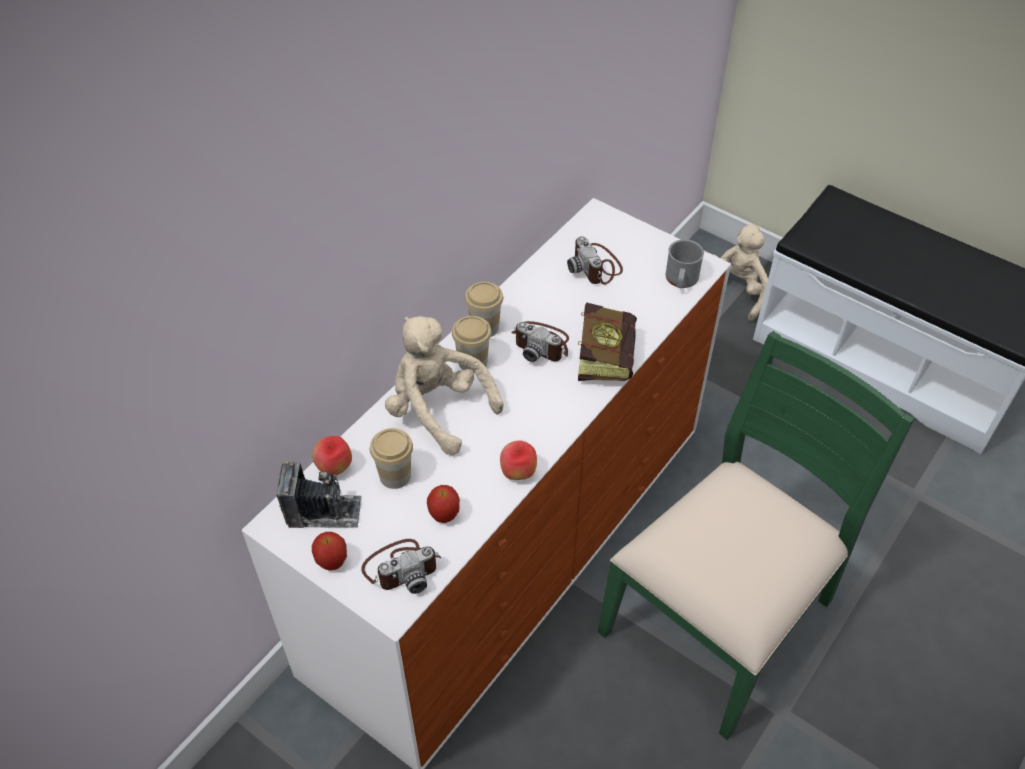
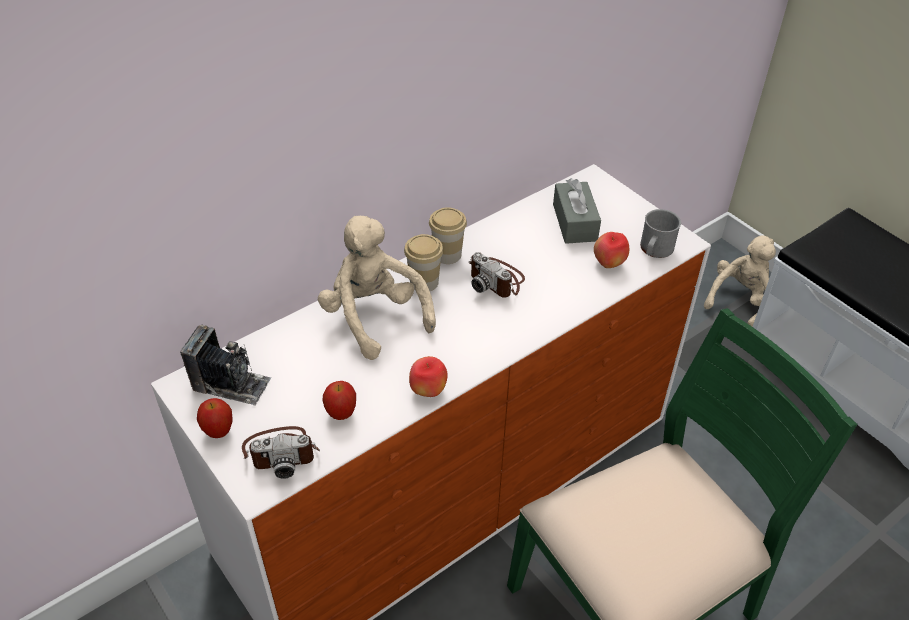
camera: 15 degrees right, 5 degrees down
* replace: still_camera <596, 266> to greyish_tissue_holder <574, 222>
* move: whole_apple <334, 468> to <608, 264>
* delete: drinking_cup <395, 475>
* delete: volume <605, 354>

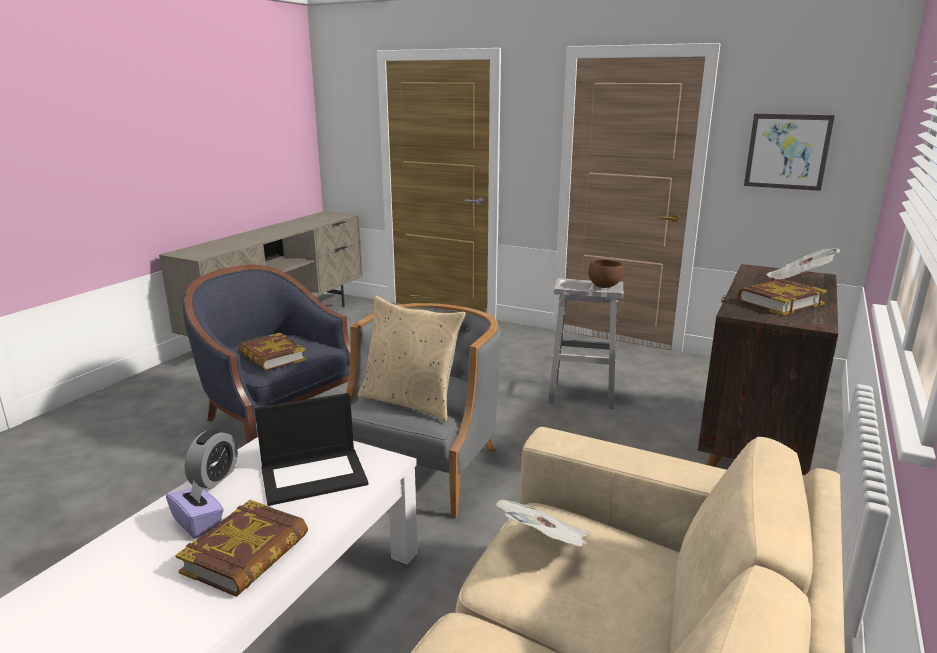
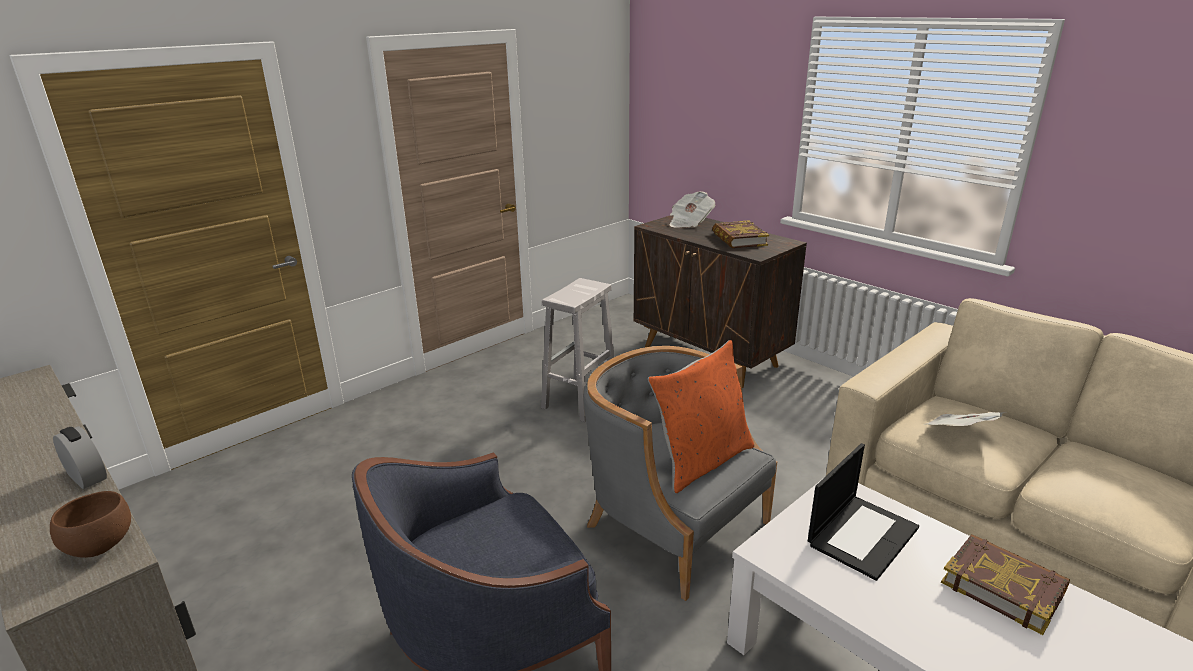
camera: 70 degrees left, 5 degrees up
* move: brown_deep_dish <604, 286> to <100, 546>
* move: alarm_clock <214, 478> to <87, 477>
* recolor: beige-coloured_cushion <410, 402> to orangey_cushion <701, 460>
* rotate: laptop <314, 475> = <862, 535> 45 degrees clockwise
* delete: purple_tissue_holder <198, 523>
* delete: volume <272, 357>
* delete: wall_picture <787, 151>

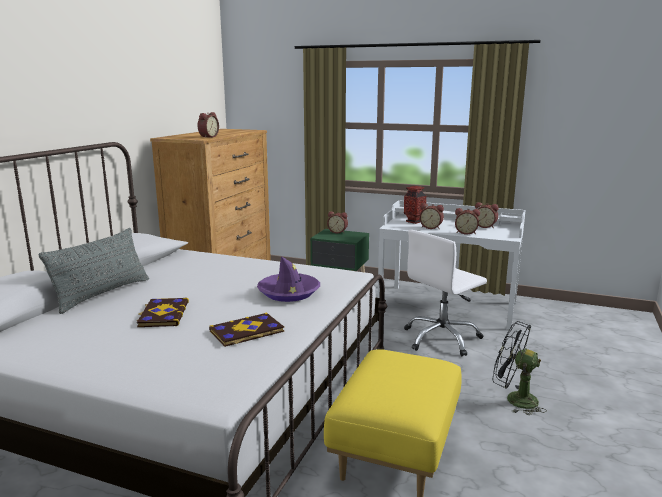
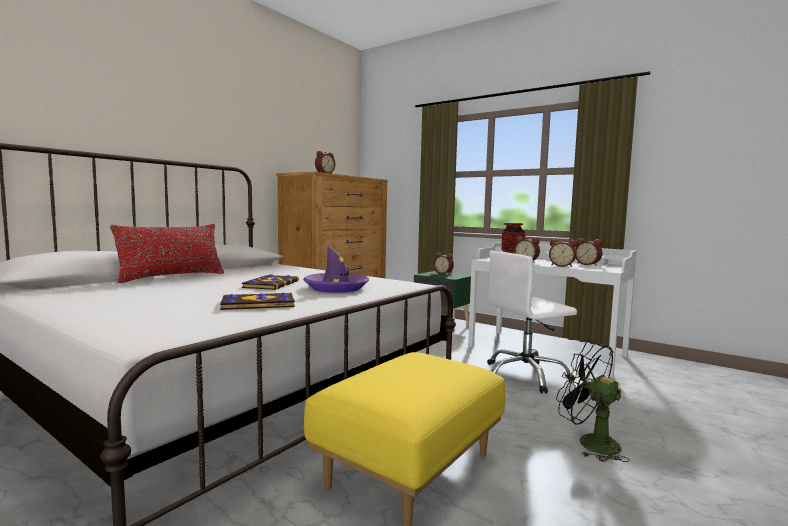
camera: 15 degrees right, 10 degrees down
* recolor: greyish_cushion <102, 294> to reddish_cushion <172, 277>
* move: volume <163, 314> to <270, 284>

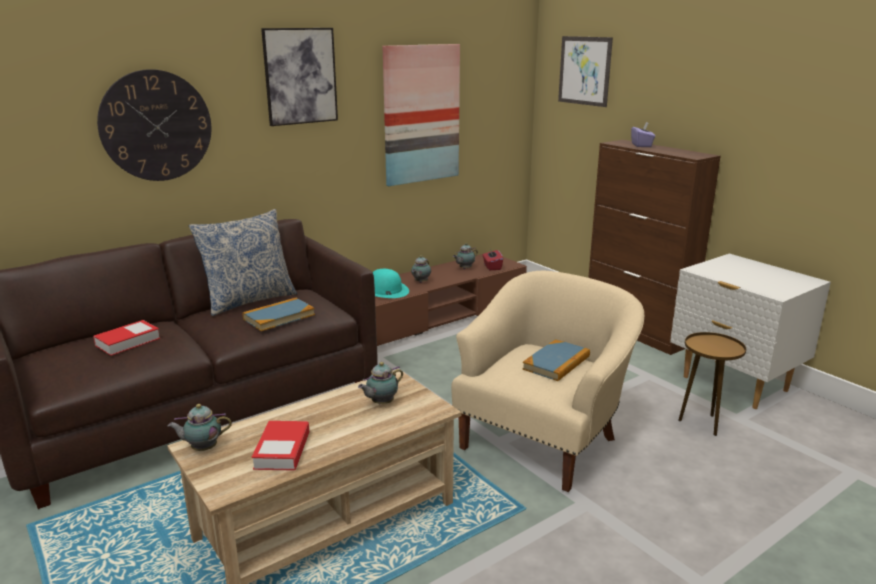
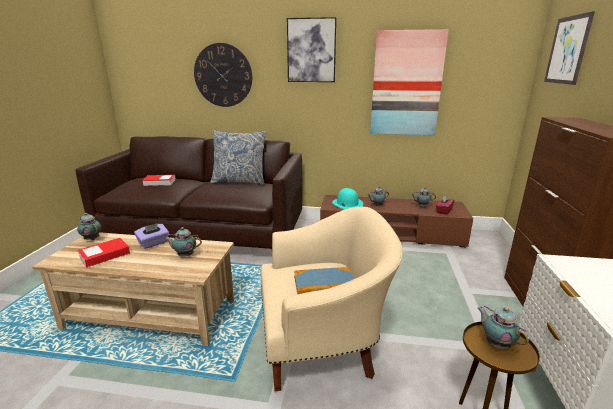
camera: 45 degrees right, 0 degrees up
* move: purple_tissue_holder <641, 145> to <153, 243>
* insert: teapot <496, 343>
* delete: volume <279, 317>

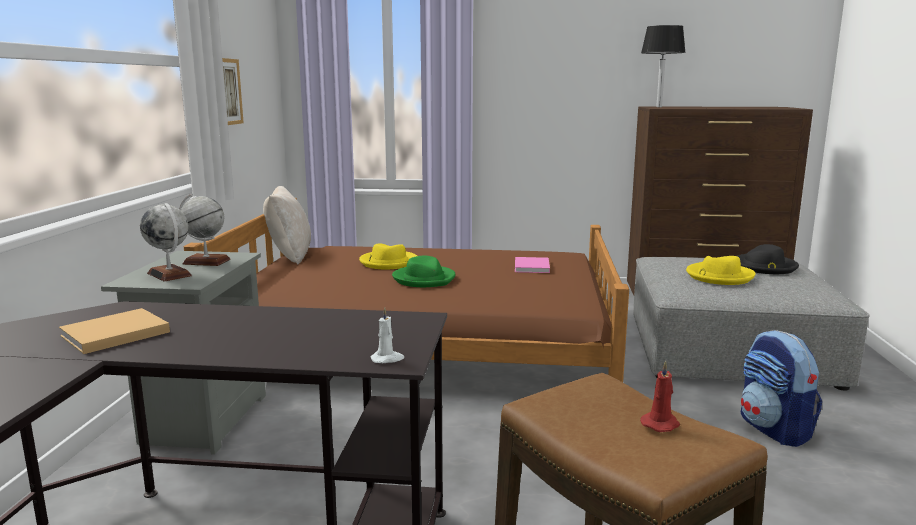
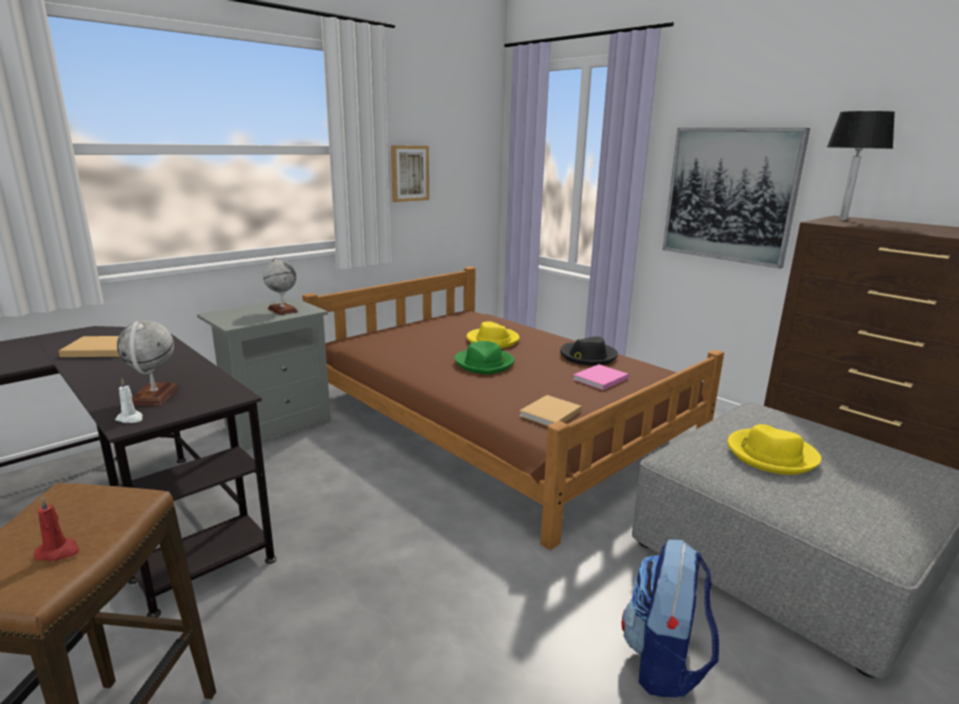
camera: 40 degrees right, 5 degrees up
* move: desk_globe <170, 274> to <154, 396>
* insert: beige-coloured_volume <549, 414>
* move: black-coloured_hat <764, 267> to <587, 356>
* insert: wall_picture <730, 195>
* delete: beige-coloured_cushion <290, 256>

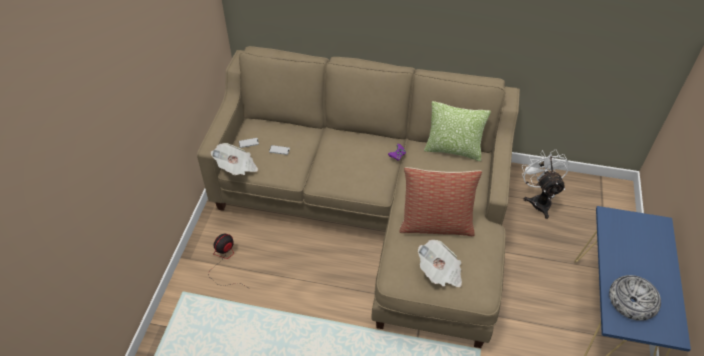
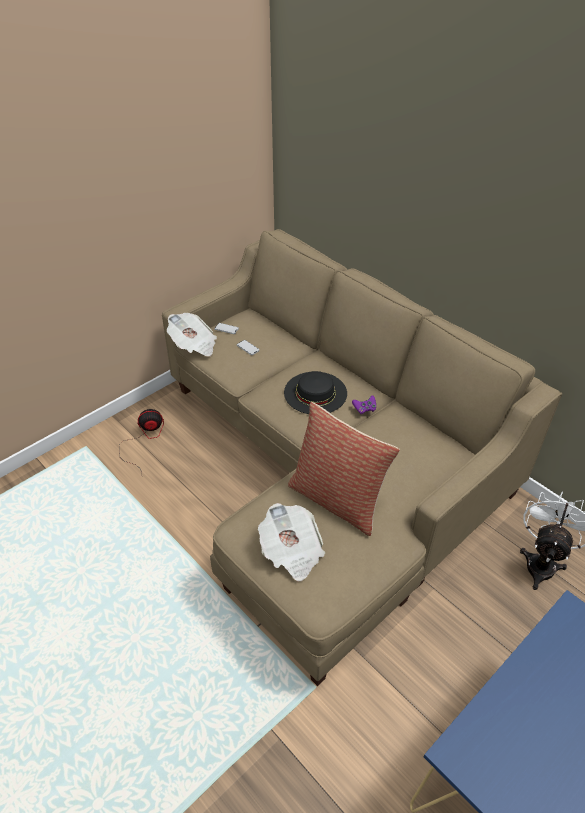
camera: 35 degrees right, 5 degrees down
* insert: black-coloured_hat <315, 392>
* delete: cushion <453, 150>
* delete: deep_dish <632, 301>

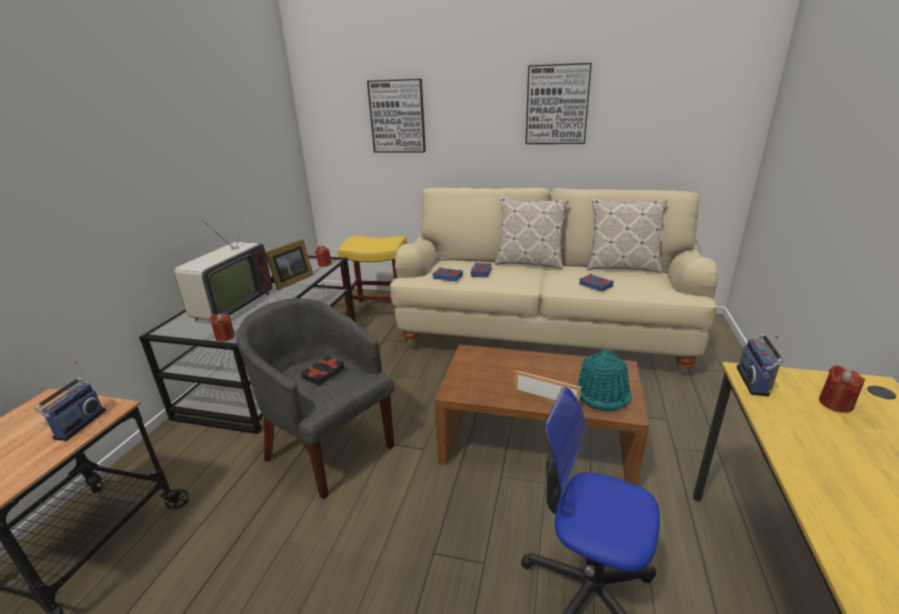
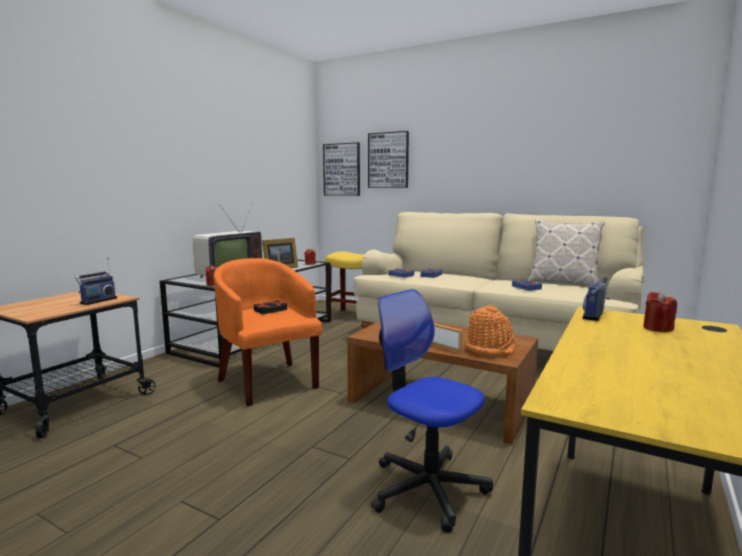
camera: 15 degrees right, 15 degrees down
* recolor: greyish_lounge_chair <328, 448> to orangey_lounge_chair <267, 382>
* move: wall_picture <557, 105> to <342, 169>
* recolor: blue-green_hat <602, 393> to orangey_hat <490, 348>
* delete: cushion <529, 263>

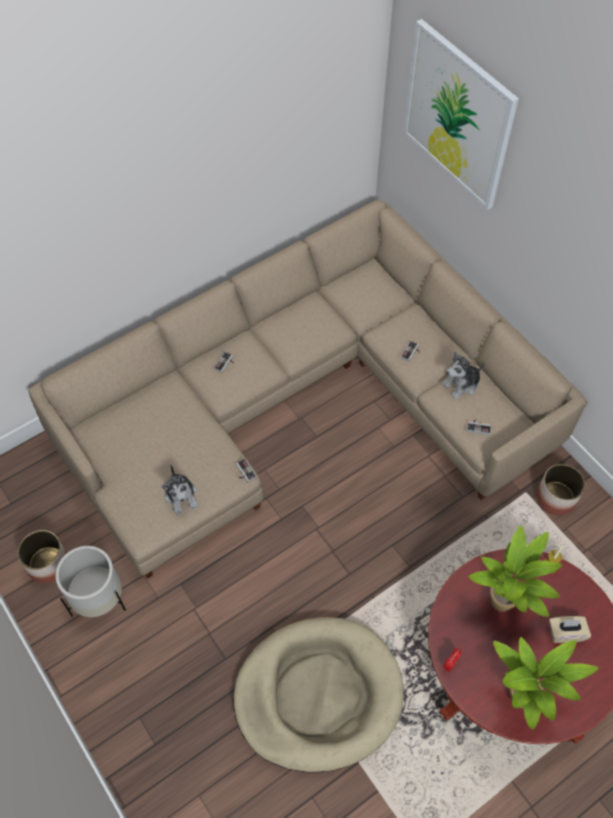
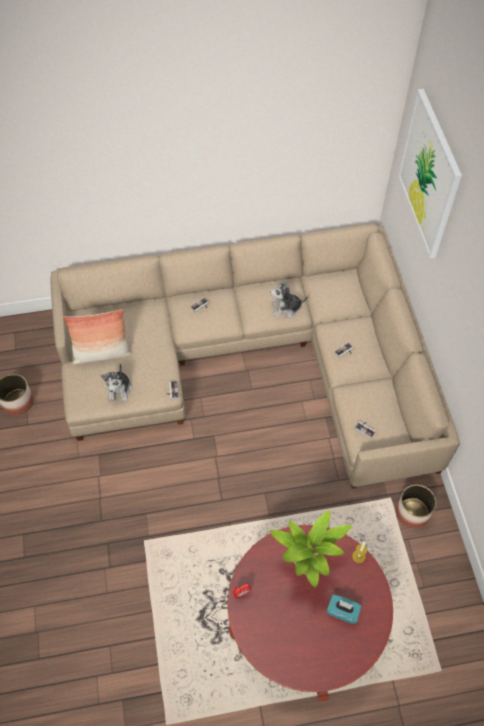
camera: 25 degrees right, 0 degrees up
* insert: cushion <102, 354>
* move: plush_toy <461, 384> to <286, 308>
* recolor: beige-coloured_tissue_holder <565, 633> to blue-green_tissue_holder <342, 611>
* delete: white-coloured_planter <98, 598>
* delete: beige-coloured_pet_bed <318, 695>
* delete: plant_in_a_pot <521, 702>

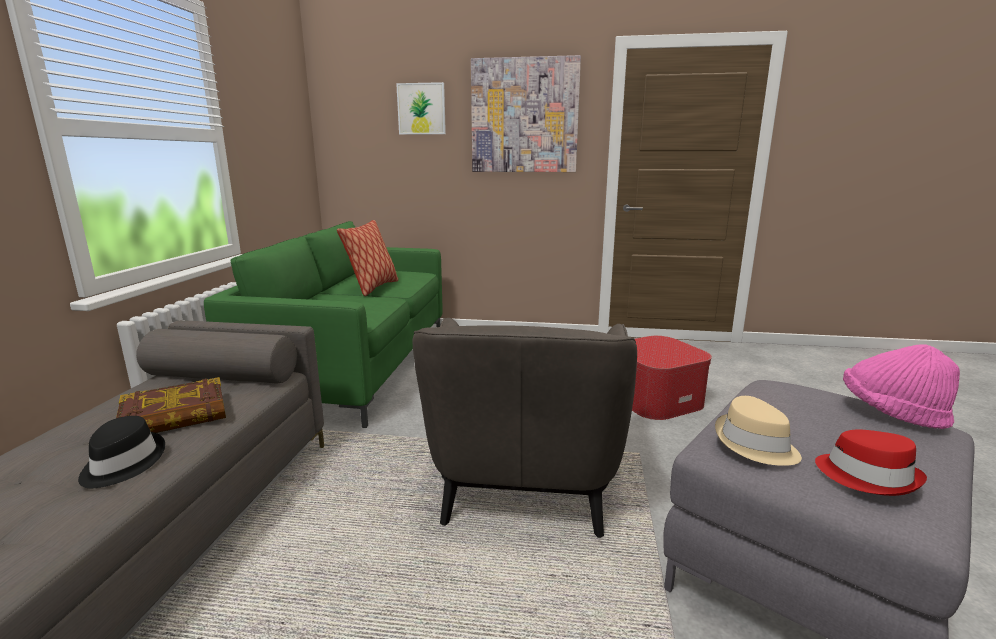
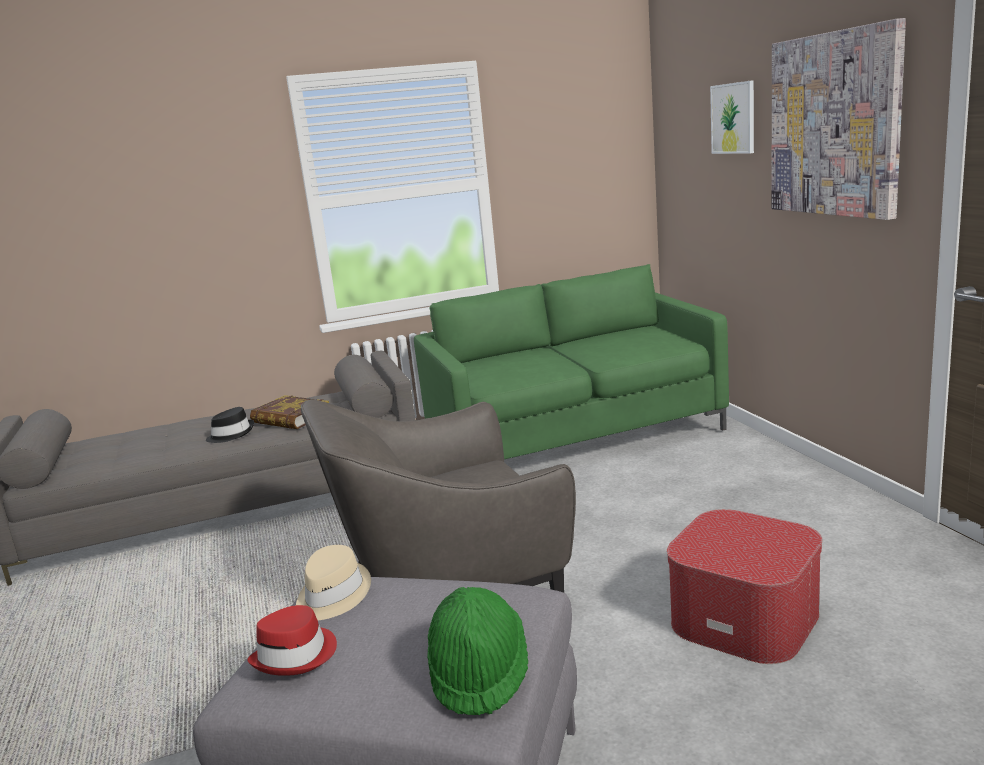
camera: 65 degrees right, 0 degrees up
* recolor: pink_hat <891, 413> to green_hat <478, 673>
* delete: cushion <373, 288>

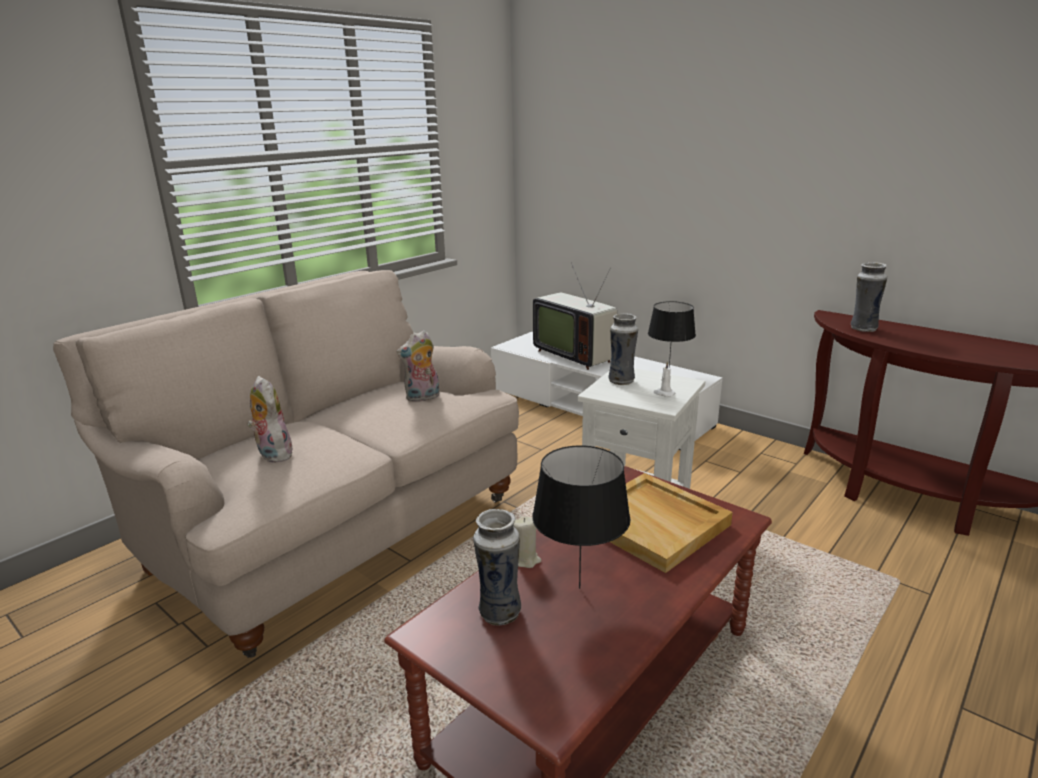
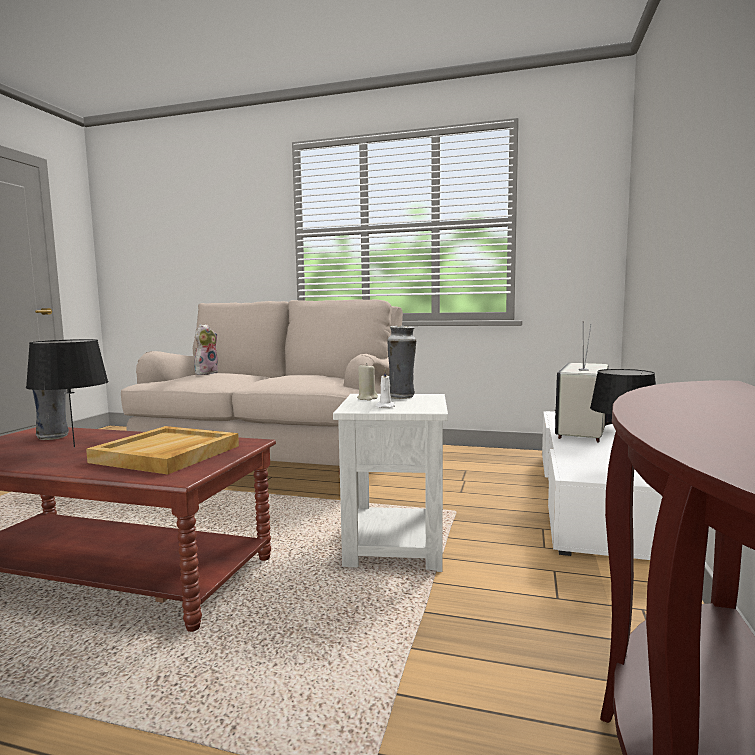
camera: 65 degrees right, 15 degrees down
* move: beige-coloured_candle <525, 559> to <367, 398>
* delete: plush_toy <422, 398>
* delete: decorative_vase <862, 329>

